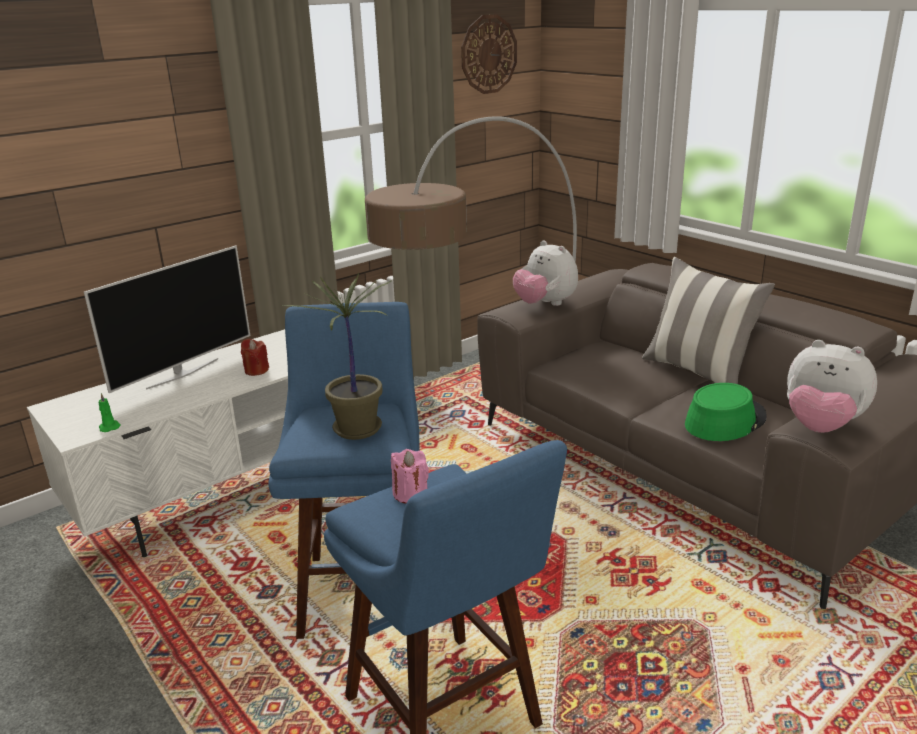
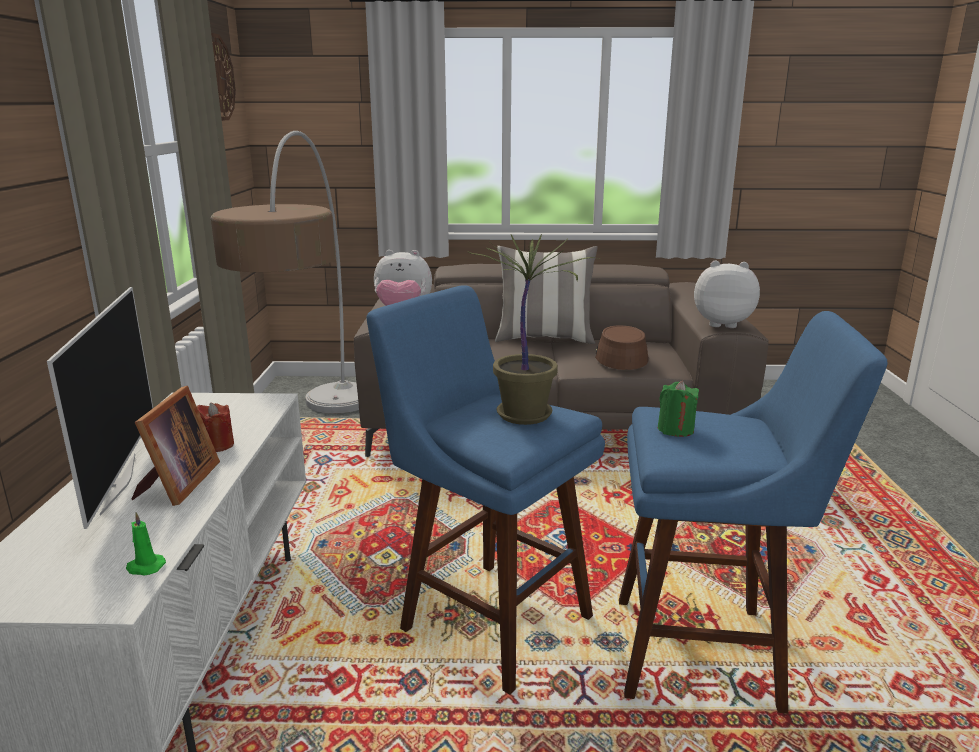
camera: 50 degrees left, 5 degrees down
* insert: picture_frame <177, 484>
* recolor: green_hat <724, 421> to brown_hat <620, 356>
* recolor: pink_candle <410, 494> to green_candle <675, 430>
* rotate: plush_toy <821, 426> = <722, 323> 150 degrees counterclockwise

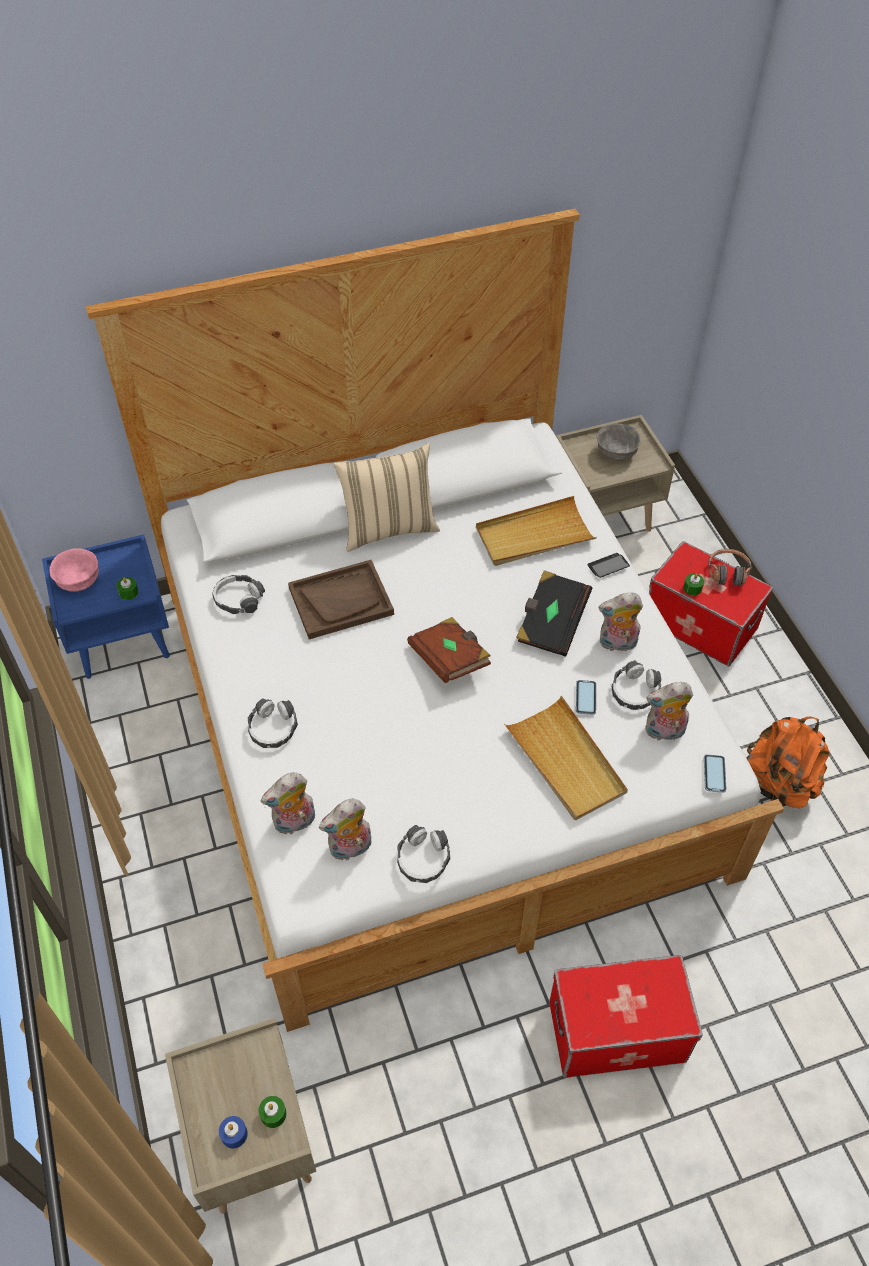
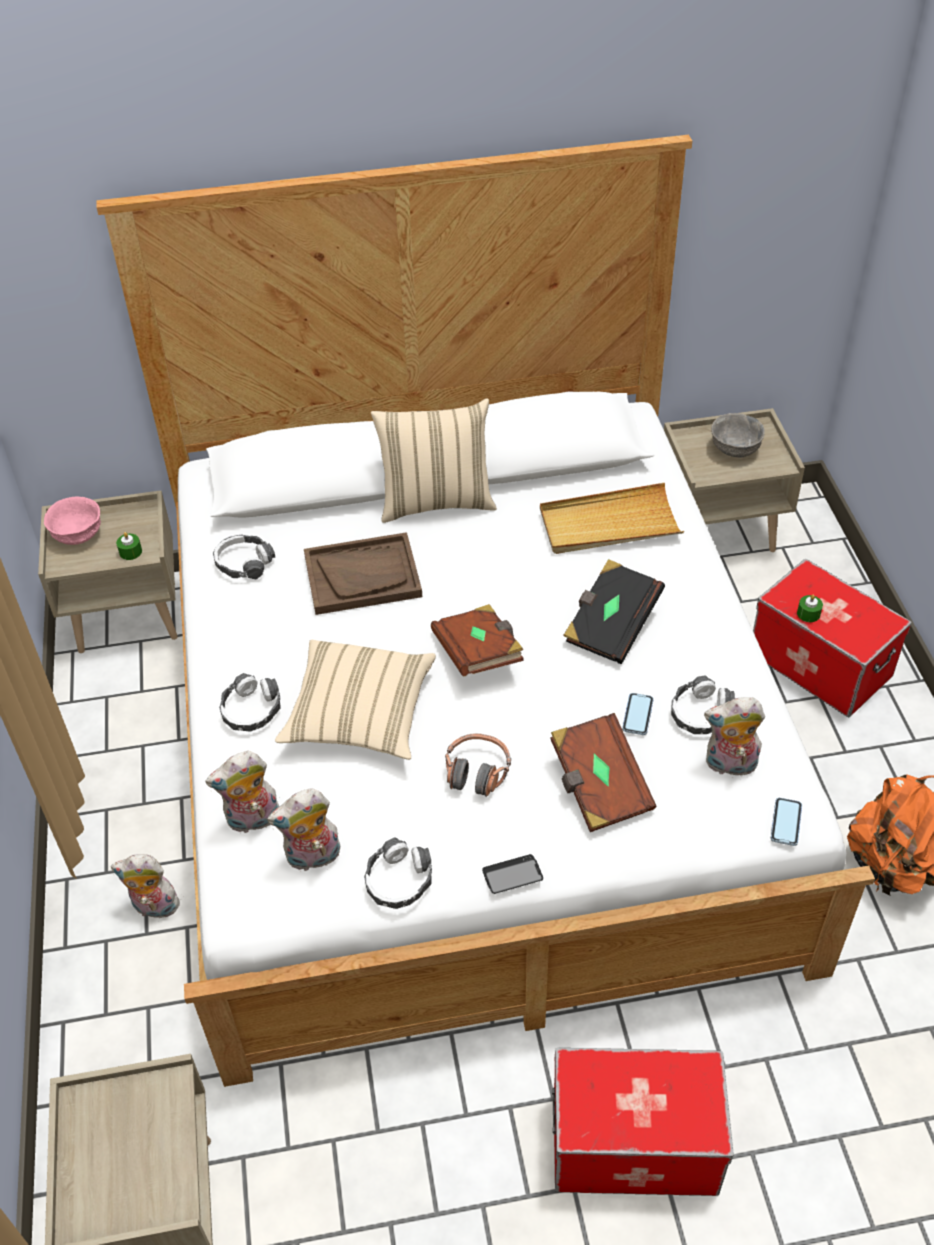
camera: 10 degrees right, 5 degrees down
* recolor: blue-coloured_bedside_table <123, 641> to beige-coloured_bedside_table <129, 616>
* move: plush_toy <617, 644> to <154, 908>
* insert: beige-coloured_cushion <360, 715>
* move: pair_of_headphones <727, 573> to <477, 772>
* move: telephone <608, 566> to <512, 875>
* replace: beige-coloured_tray <566, 761> to brown_volume <599, 786>
* delete: blue-coloured_candle <234, 1134>
* delete: green_candle <273, 1114>

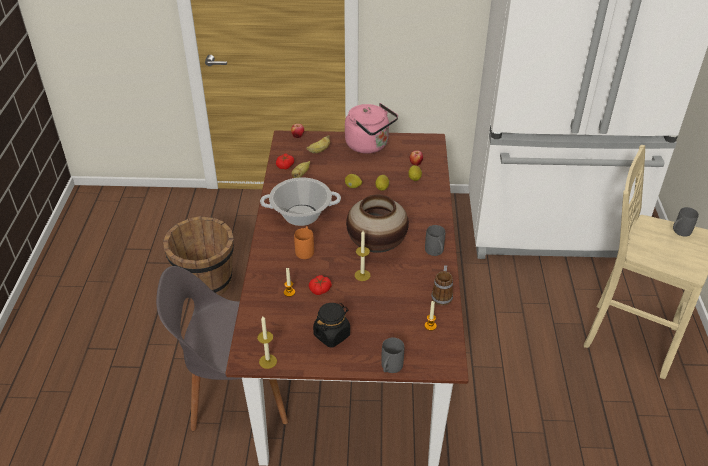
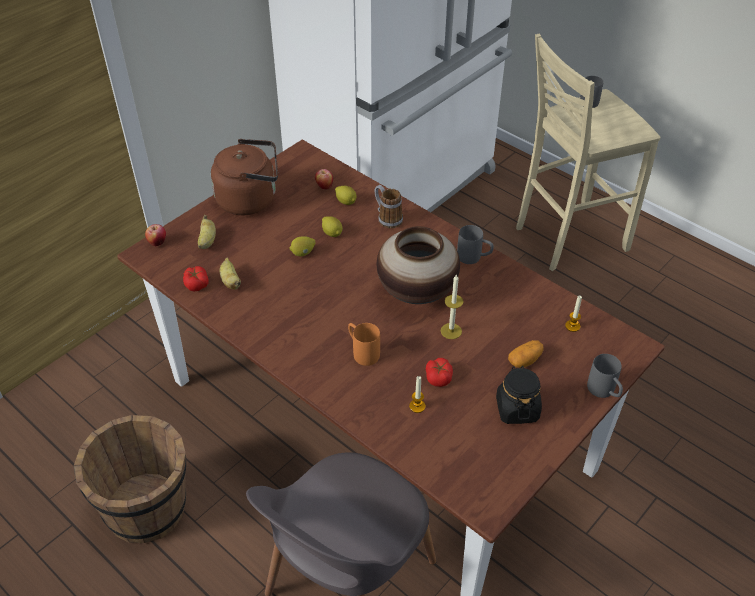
camera: 50 degrees left, 5 degrees up
* recolor: pink_kettle <369, 145> to brown_kettle <251, 199>
* move: mug <442, 294> to <387, 218>
* insert: potato <525, 360>
* delete: candle <268, 361>
* delete: stockpot <301, 215>

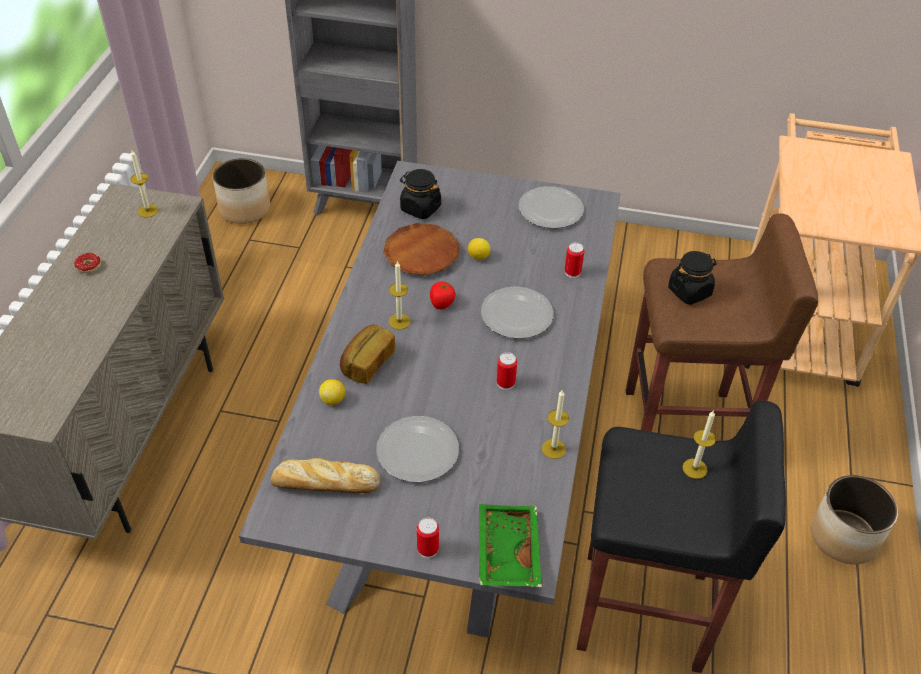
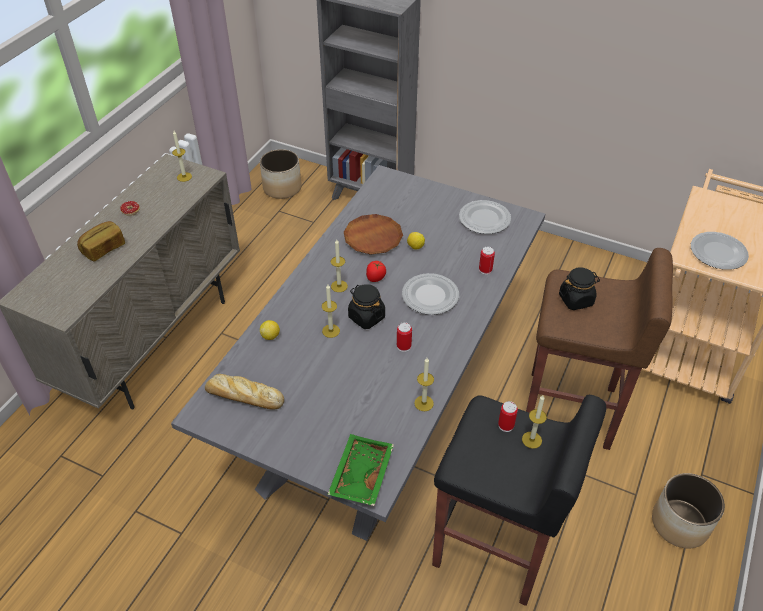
camera: 15 degrees right, 0 degrees up
* move: bread <367, 363> to <103, 248>
* insert: candle <331, 331>
* move: black-coloured_storage_jar <420, 208> to <366, 317>
* move: metal_can <428, 549> to <506, 425>
* move: plate <417, 452> to <717, 253>

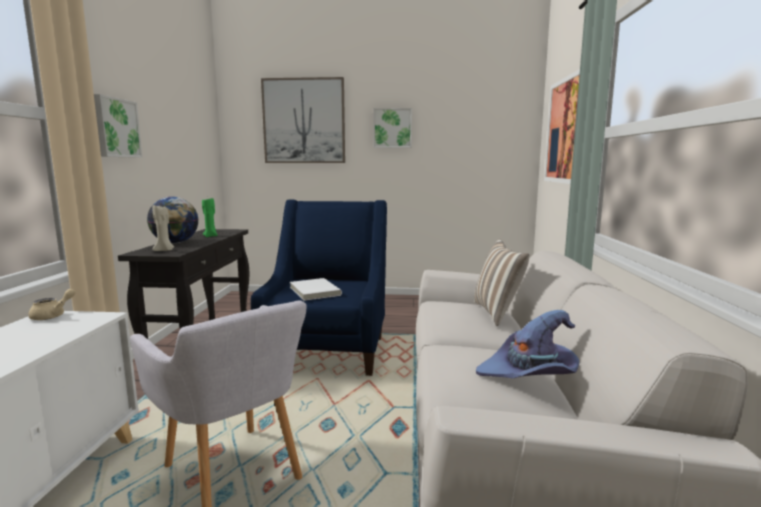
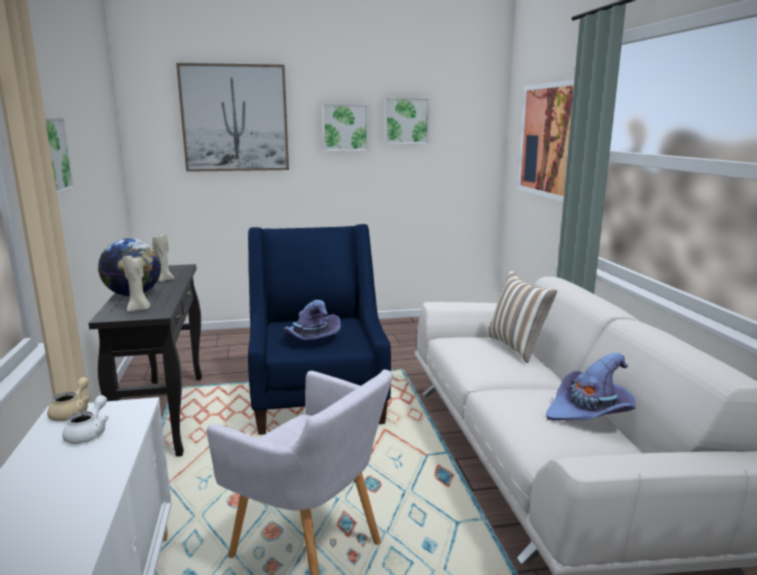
camera: 15 degrees left, 5 degrees up
* insert: white-coloured_teapot <89, 433>
* recolor: green_candle <211, 236> to beige-coloured_candle <164, 280>
* replace: white-coloured_volume <313, 291> to purple_hat <310, 338>
* insert: wall_picture <406, 121>

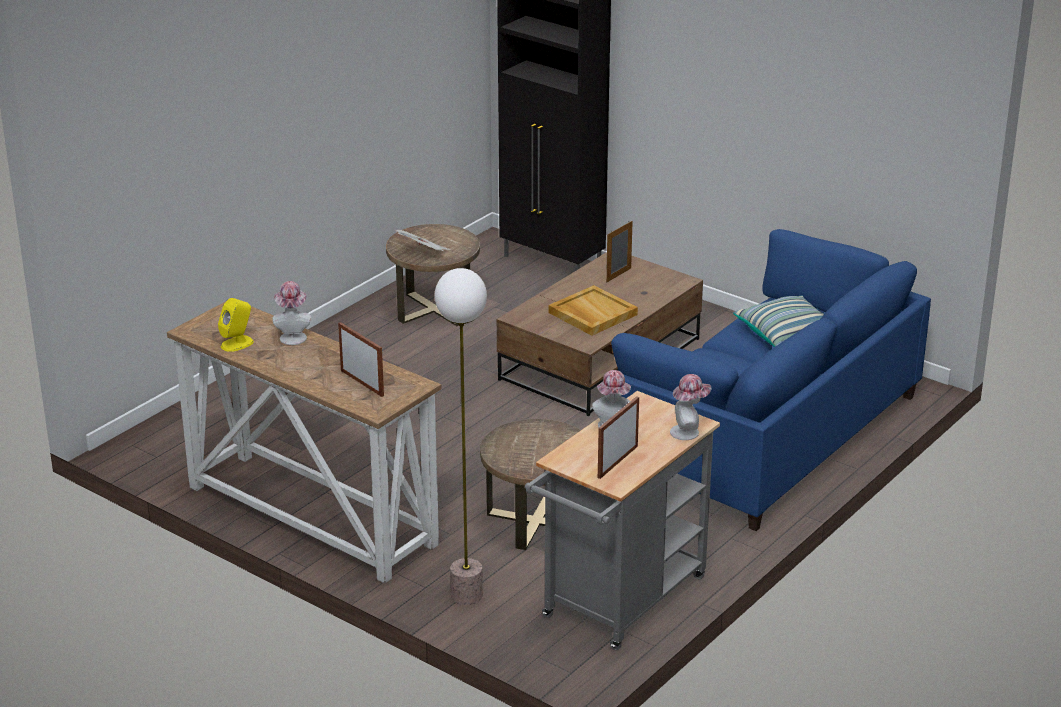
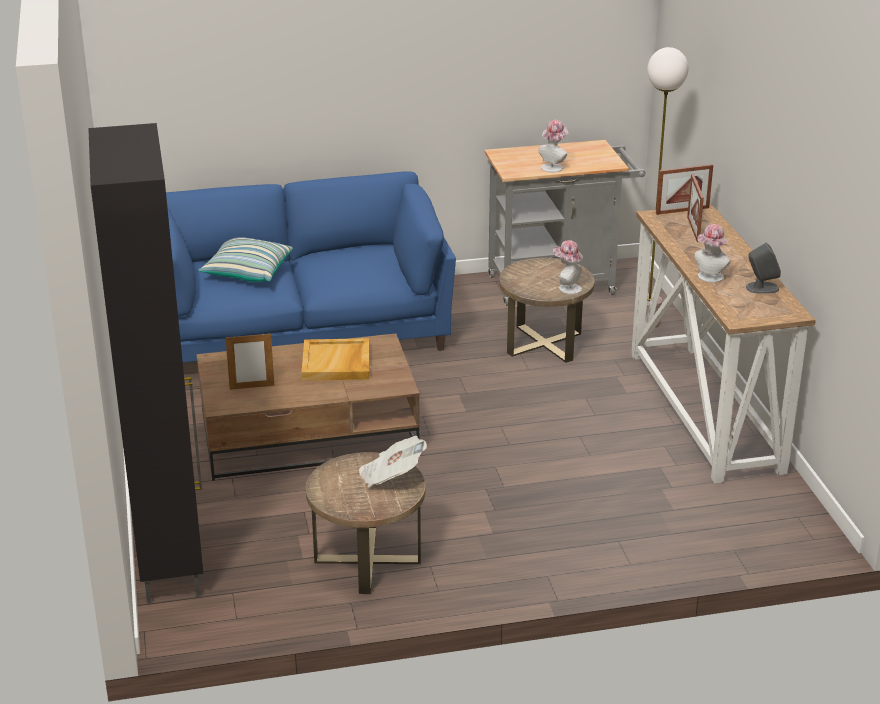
camera: 140 degrees left, 0 degrees up
* move: hat <688, 432> to <567, 288>
* move: picture_frame <617, 462> to <682, 211>
* recolor: yellow_audio_speaker <237, 343> to greyish_audio_speaker <761, 288>

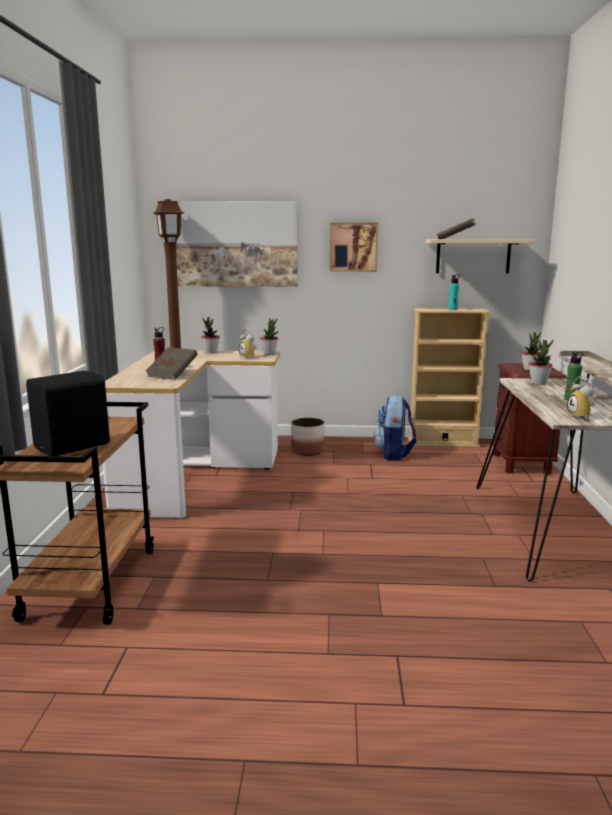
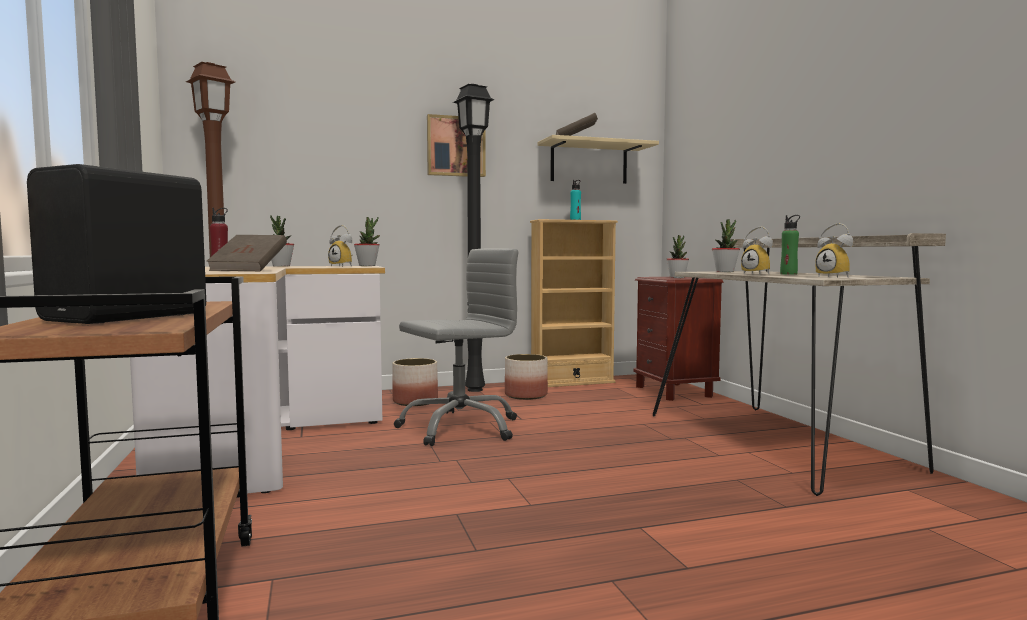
camera: 20 degrees left, 10 degrees down
* insert: greyish_desk_chair <459, 428>
* insert: black-coloured_standard_lamp <475, 389>
* replace: backpack <394, 454> to planter <526, 395>
* insert: alarm_clock <758, 274>
* delete: wall_picture <236, 244>

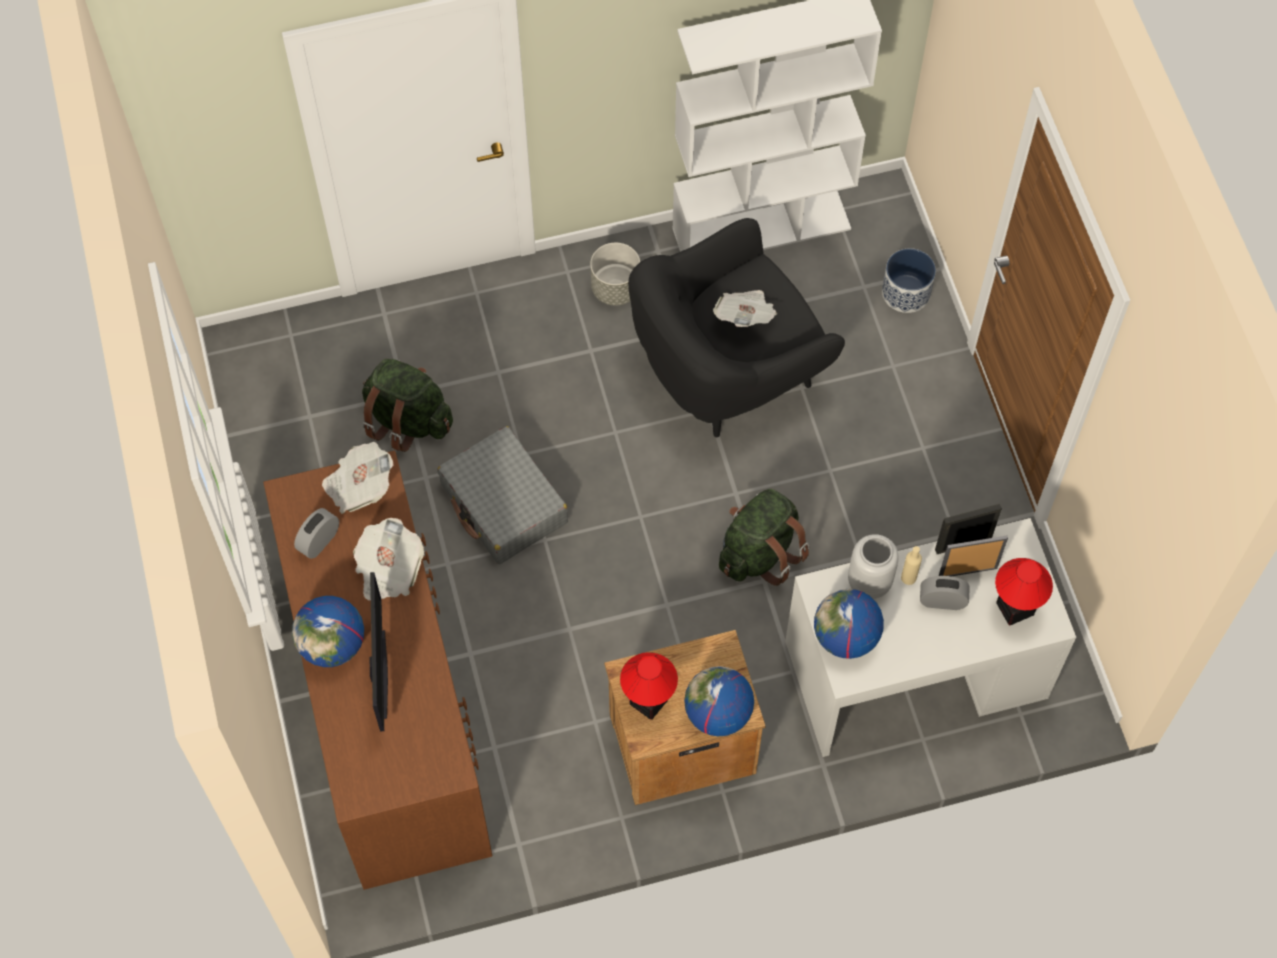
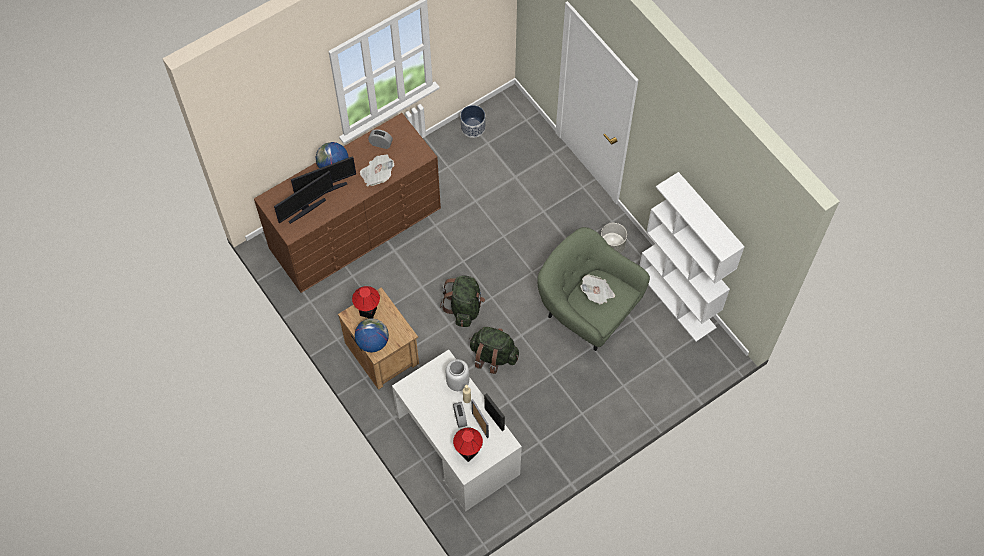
camera: 70 degrees right, 0 degrees up
* insert: computer_screen <306, 209>
* move: green_backpack <407, 420> to <464, 307>
* move: planter <906, 292> to <473, 127>
* recolor: black-coloured_lounge_chair <727, 371> to green_lounge_chair <587, 310>
* delete: newspaper <359, 486>
* delete: greyish_suitcase <504, 504>
* delete: desk_globe <845, 637>

